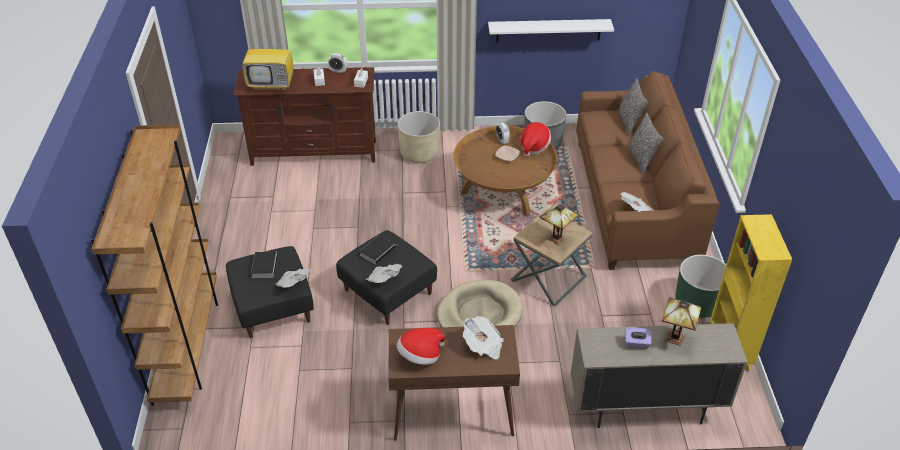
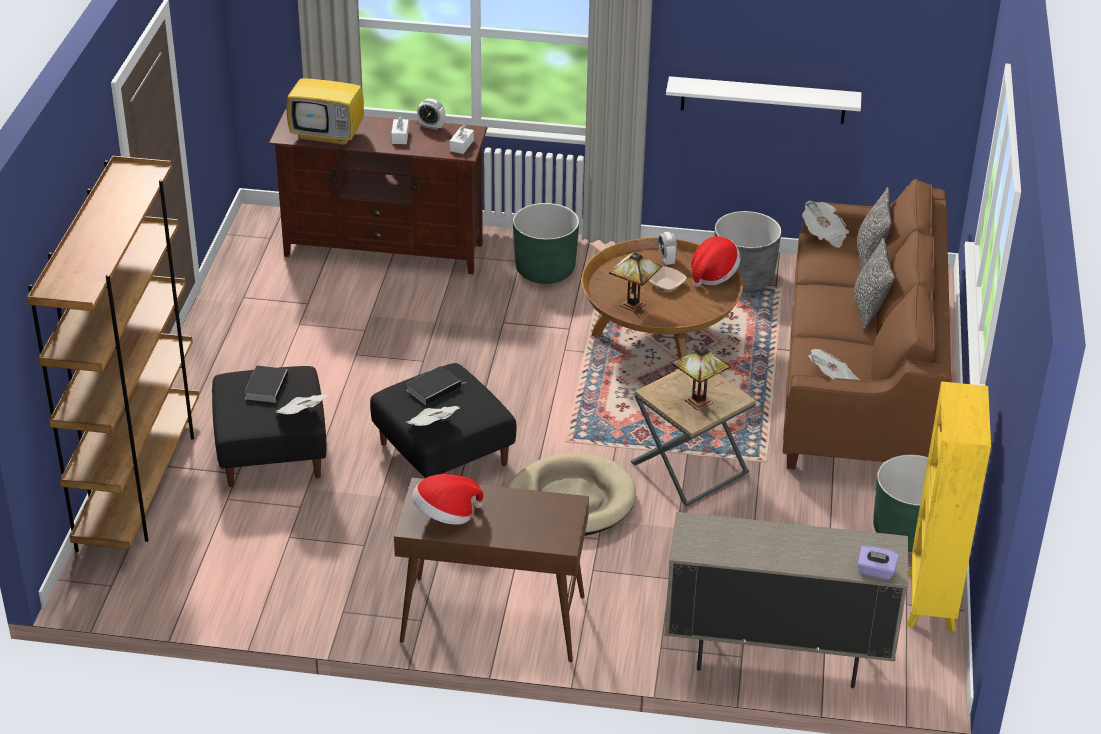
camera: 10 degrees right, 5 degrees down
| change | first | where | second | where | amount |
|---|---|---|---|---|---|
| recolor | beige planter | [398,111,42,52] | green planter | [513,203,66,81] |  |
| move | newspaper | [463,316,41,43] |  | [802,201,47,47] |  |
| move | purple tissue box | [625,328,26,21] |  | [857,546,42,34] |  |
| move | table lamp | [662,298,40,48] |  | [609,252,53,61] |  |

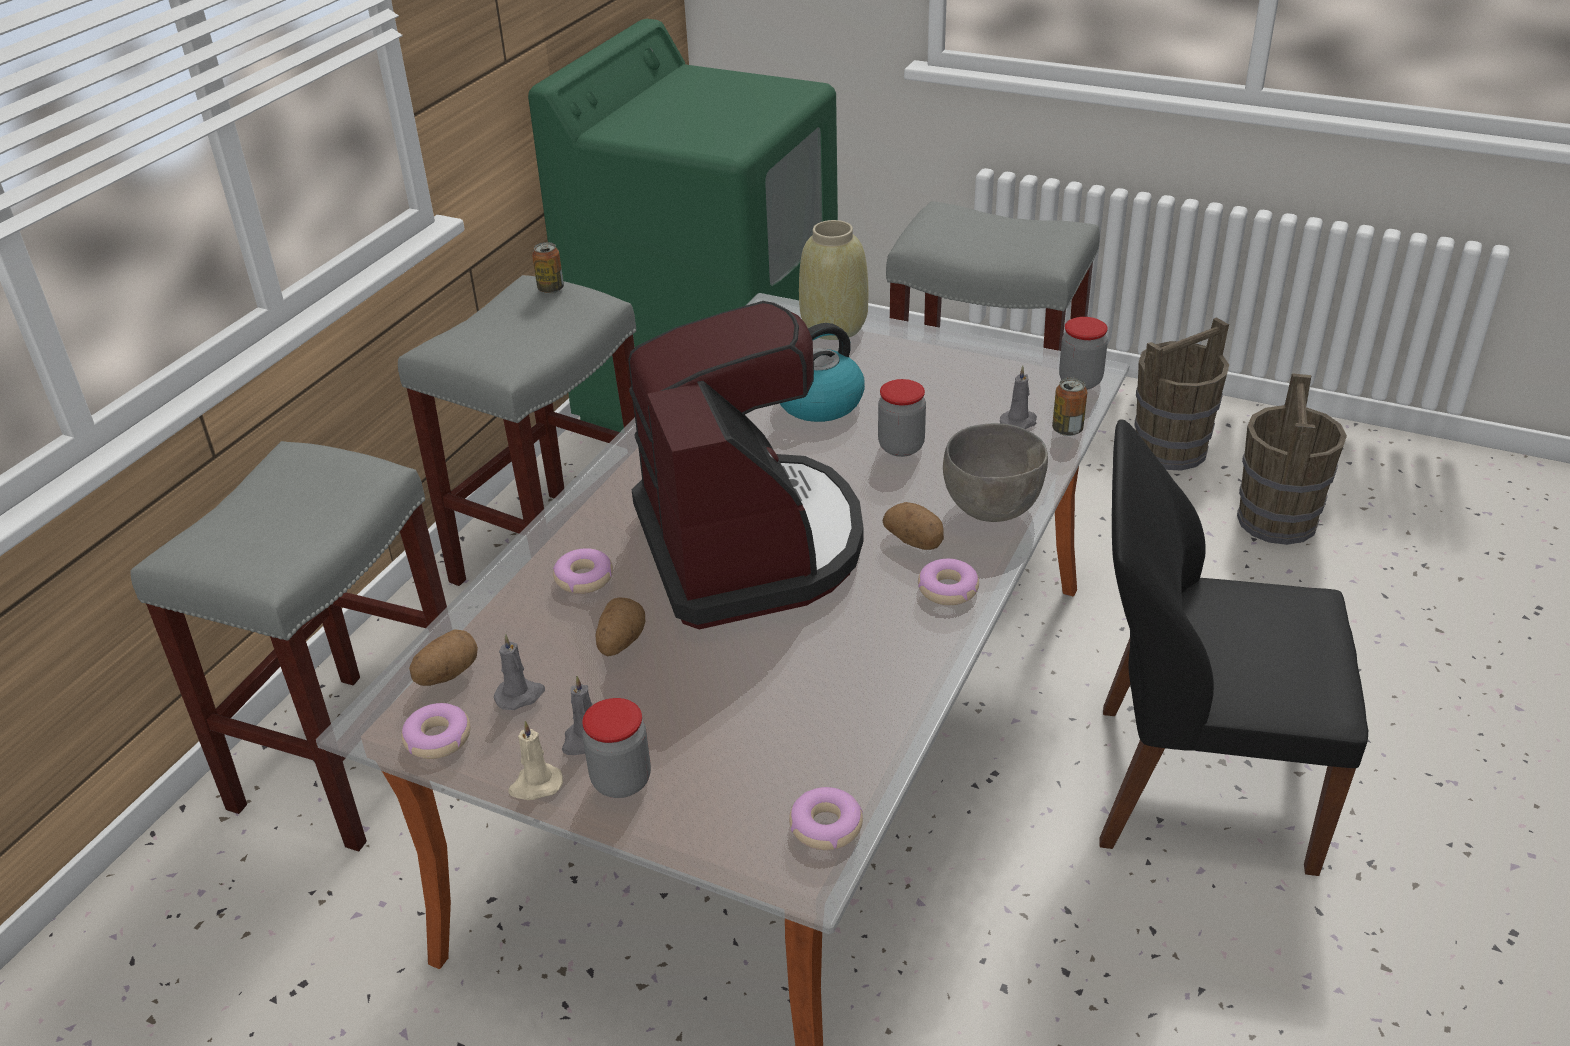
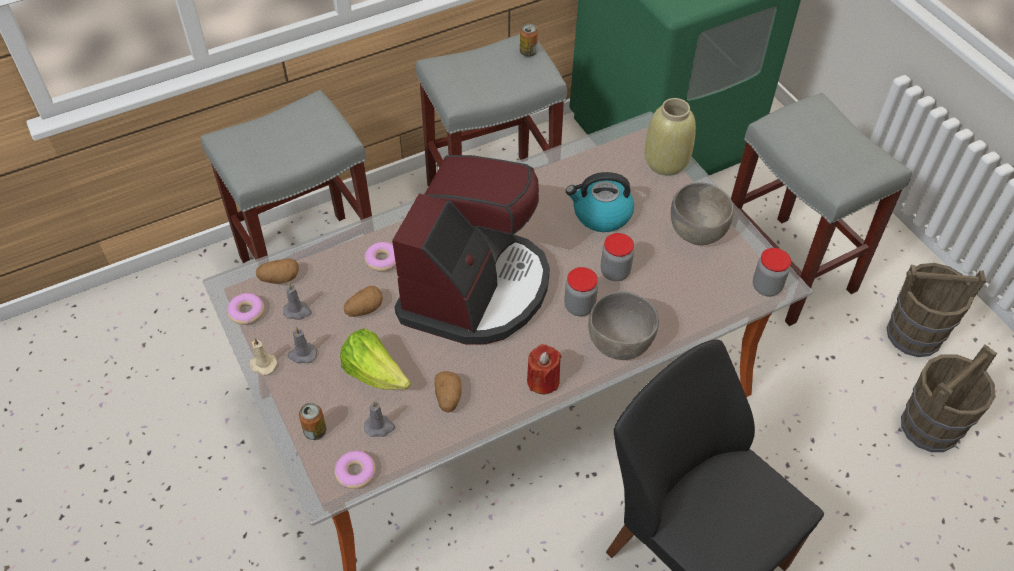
camera: 35 degrees right, 15 degrees up
| change | first | where | second | where | amount |
|---|---|---|---|---|---|
| move | jar | [582,698,69,100] |  | [564,267,34,49] |  |
| move | potato | [883,502,61,48] |  | [434,371,28,42] |  |
| replace | donut | [918,559,61,46] | red candle | [527,344,34,50] |  |
| move | grey candle | [1000,366,37,63] |  | [364,401,31,36] |  |
| move | can | [1052,378,35,58] |  | [299,403,27,37] |  |
| insert |  |  | lettuce | [340,328,71,62] |  |
| insert |  |  | grey bowl | [671,183,63,62] |  |

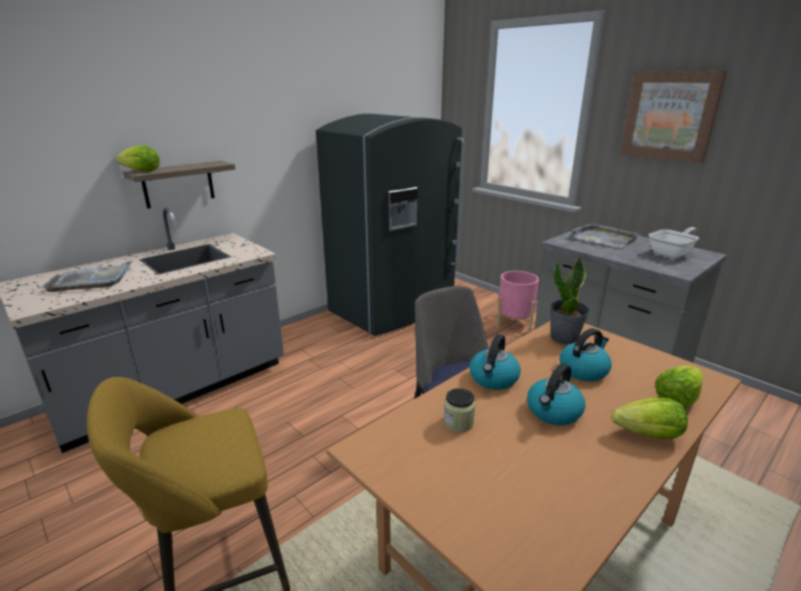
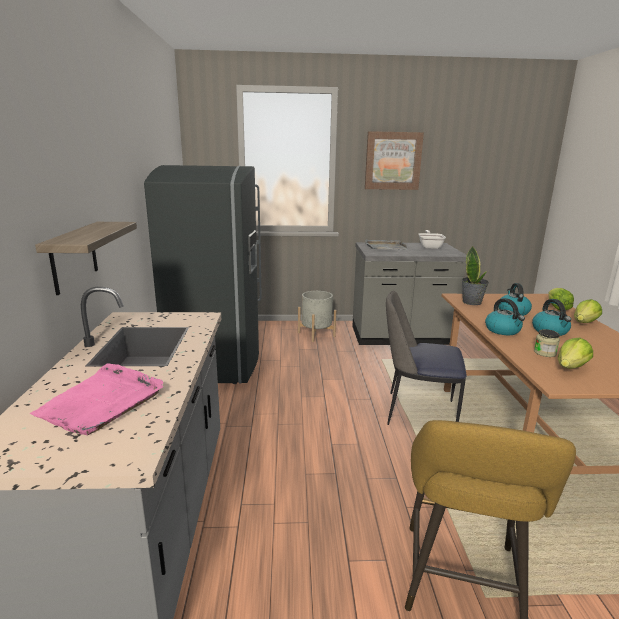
camera: 50 degrees left, 5 degrees down
| change | first | where | second | where | amount |
|---|---|---|---|---|---|
| recolor | grey tray | [42,261,90,31] | pink tray | [30,363,133,72] |  |
| move | lettuce | [116,146,44,26] |  | [558,338,35,31] |  |
| recolor | pink planter | [496,271,43,62] | grey planter | [298,291,38,51] |  |

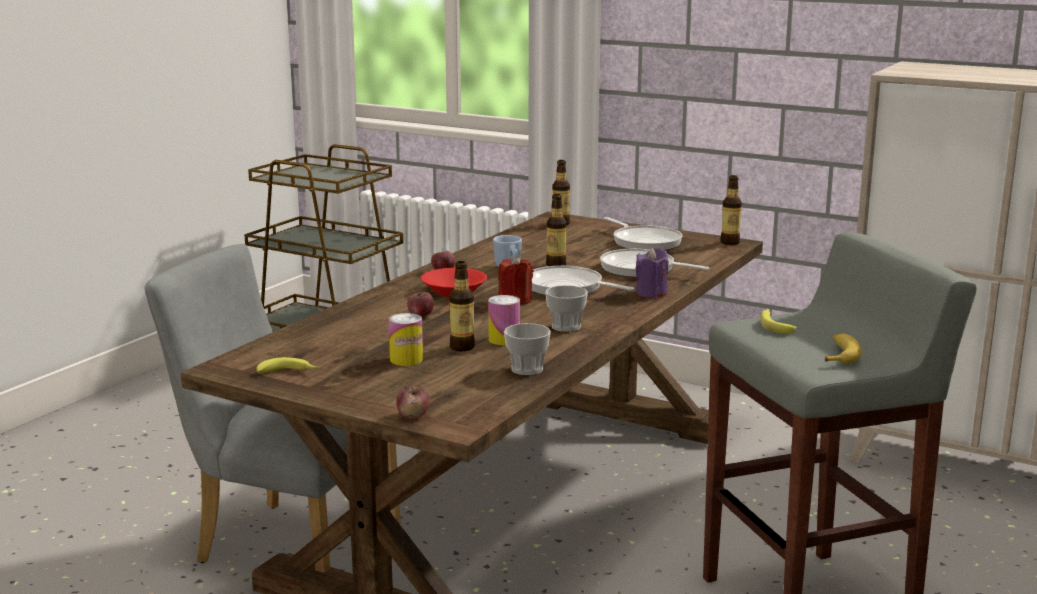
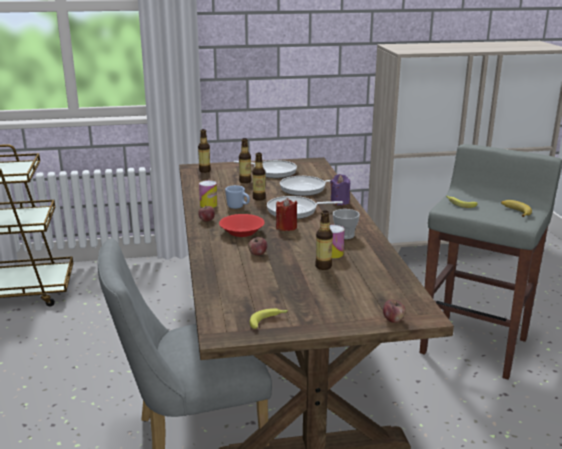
camera: 40 degrees left, 5 degrees up
| change | first | where | second | where | amount |
|---|---|---|---|---|---|
| move | can | [389,313,34,53] |  | [199,180,18,28] |  |
| delete | cup | [504,323,47,53] |  |  |  |
| move | bottle | [720,175,22,70] |  | [239,138,13,45] |  |

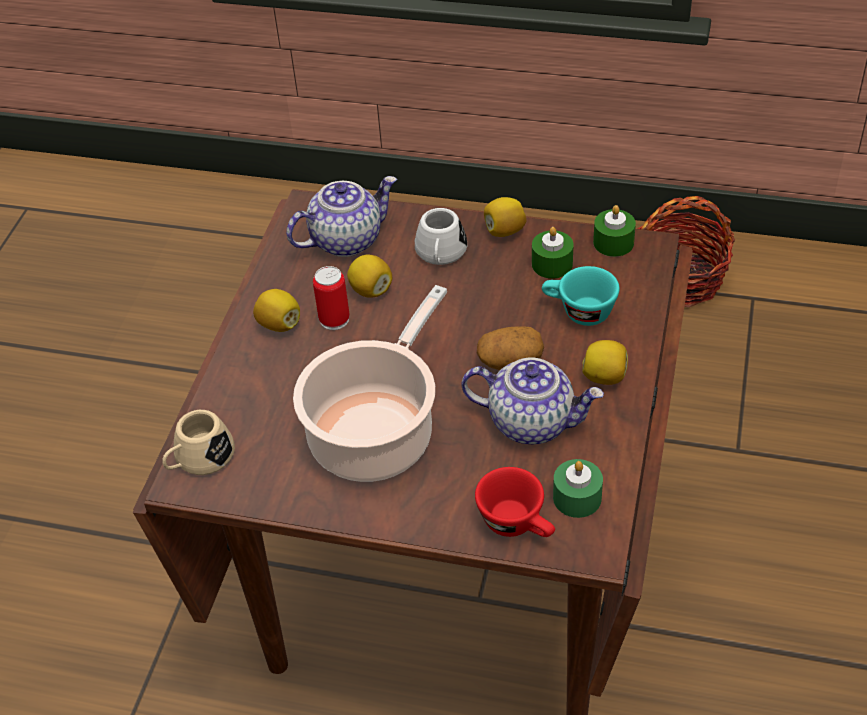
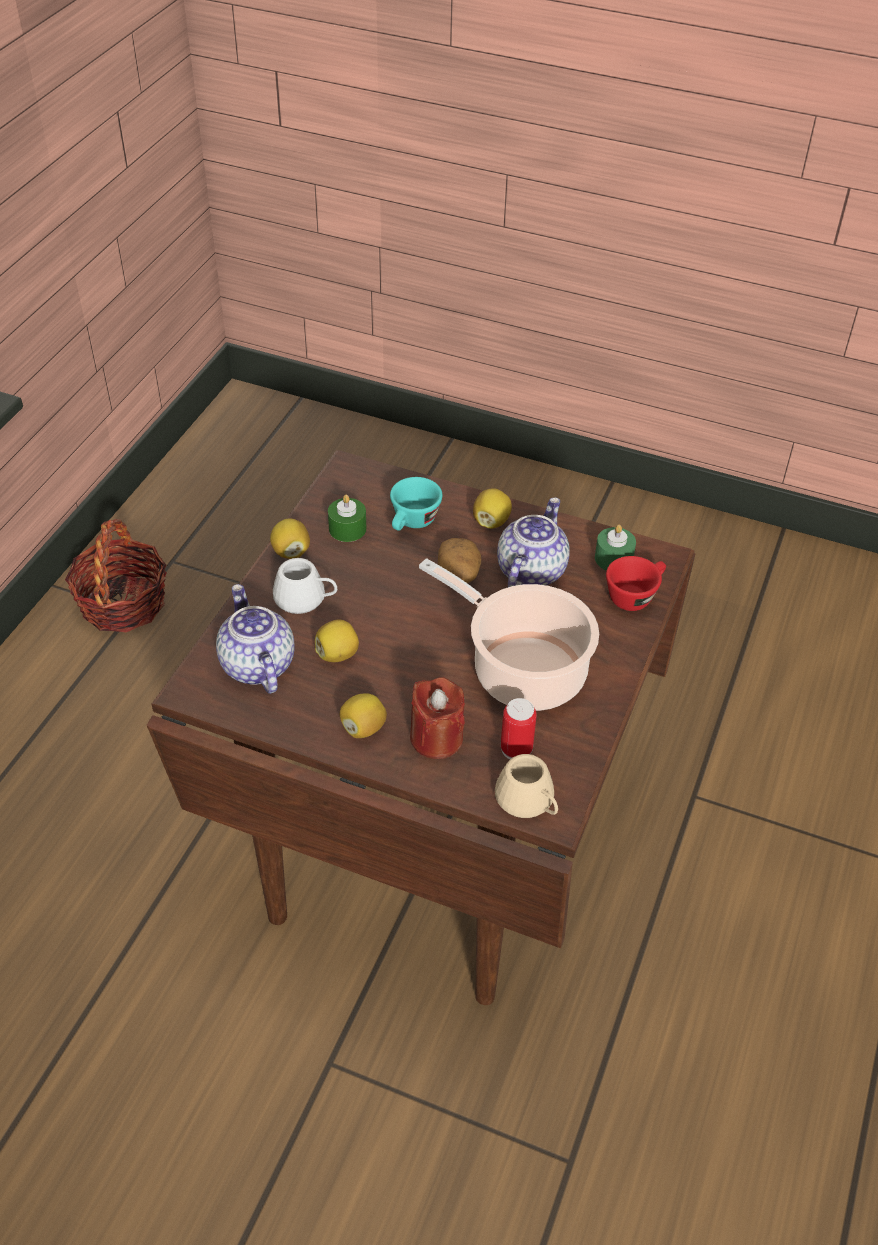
camera: 85 degrees left, 0 degrees up
| change | first | where | second | where | amount |
|---|---|---|---|---|---|
| move | can | [313,266,37,64] |  | [501,698,36,61] |  |
| delete | green candle | [593,205,43,52] |  |  |  |
| insert |  |  | red candle | [410,677,55,82] |  |

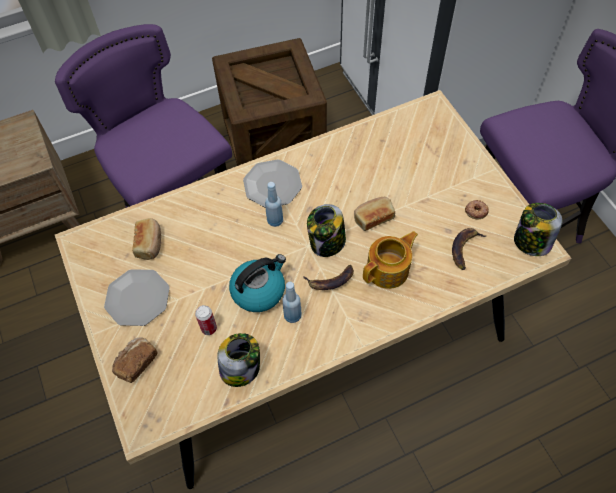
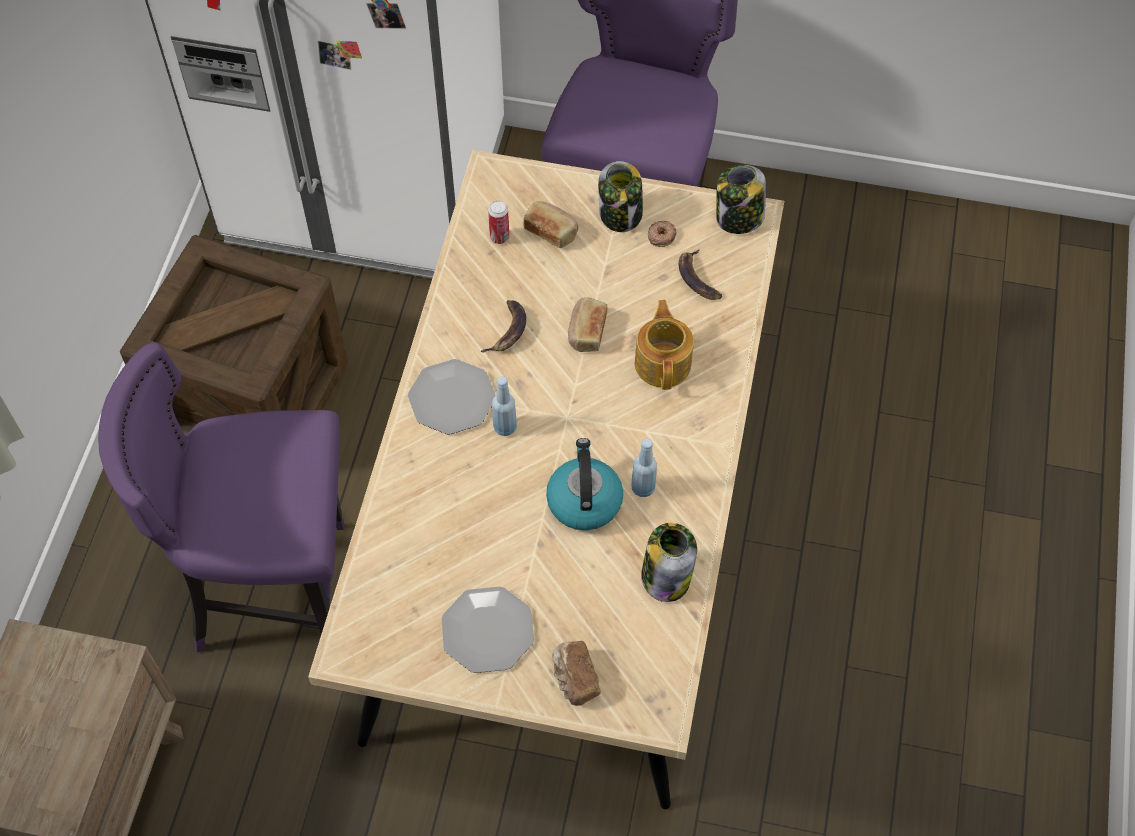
camera: 55 degrees left, 0 degrees up
| change | first | where | second | where | amount |
|---|---|---|---|---|---|
| move | bread | [132,218,29,42] |  | [523,201,55,47] |  |
| move | can | [195,305,22,30] |  | [488,200,21,44] |  |
| move | banana | [303,265,51,25] |  | [480,300,46,53] |  |
| move | jar | [307,204,39,53] |  | [598,161,45,71] |  |

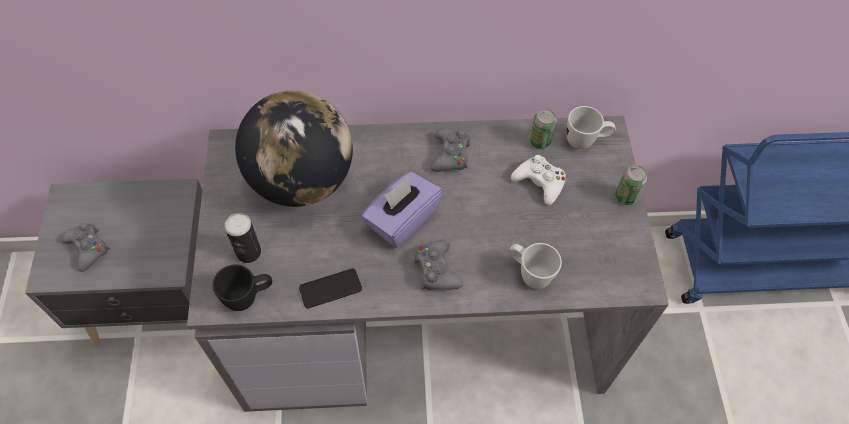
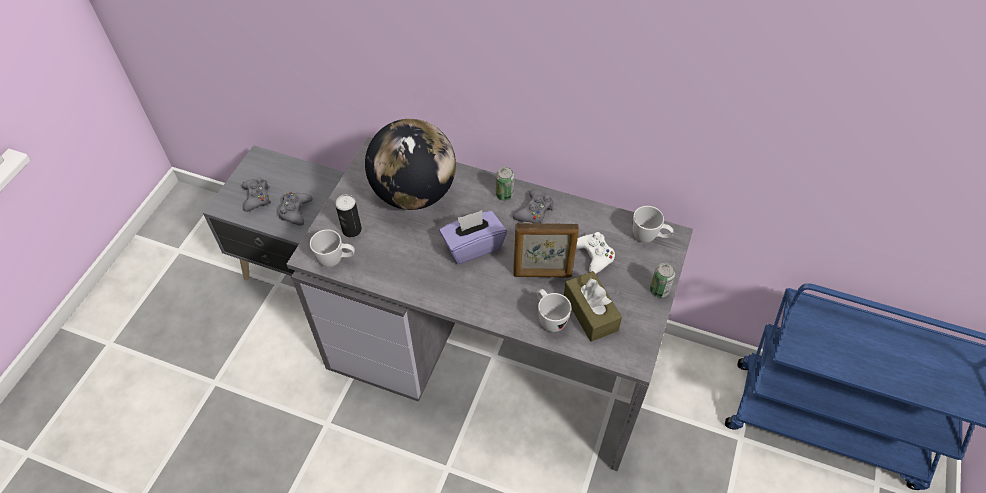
camera: 25 degrees right, 5 degrees down
| change | first | where | second | where | amount |
|---|---|---|---|---|---|
| recolor | black mug | [212,264,60,47] | white mug | [310,229,45,38] |  |
| delete | phone | [299,269,63,39] |  |  |  |
| move | grey game controller | [413,240,50,50] |  | [278,192,34,34] |  |
| move | can | [529,109,28,40] |  | [496,167,18,34] |  |
| insert |  |  | picture frame | [513,223,66,54] |  |
| insert |  |  | brown tissue box | [564,271,58,71] |  |

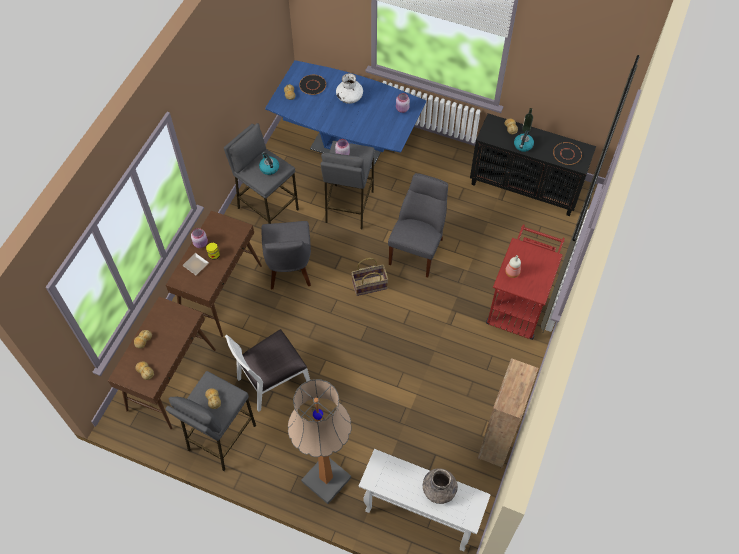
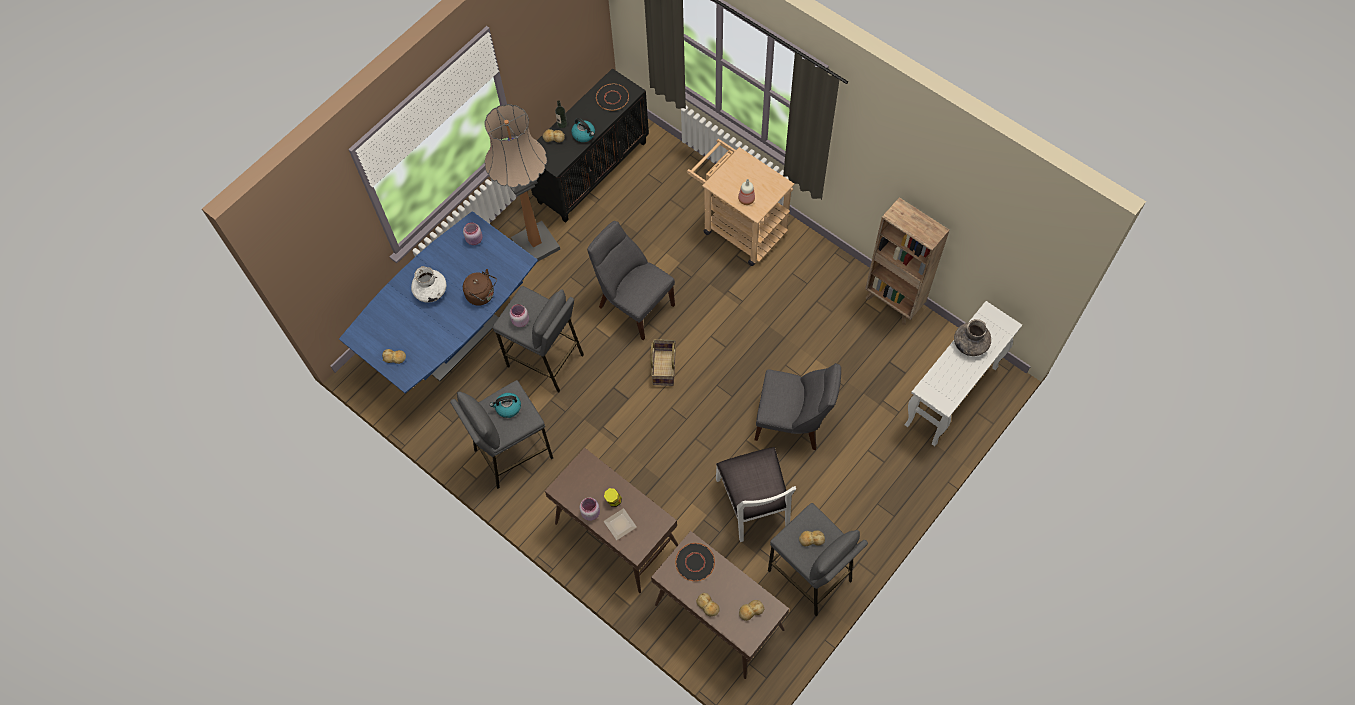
camera: 70 degrees left, 5 degrees up
| change | first | where | second | where | amount |
|---|---|---|---|---|---|
| move | grey chair | [261,221,50,68] |  | [754,363,87,87] |  |
| move | floor lamp | [288,379,64,125] |  | [485,104,75,157] |  |
| move | black plate | [299,75,27,20] |  | [675,543,40,38] |  |
| recolor | red cart | [486,224,79,116] | beige cart | [687,139,108,127] |  |
| insert |  |  | brown kettle | [463,269,34,37] |  |

